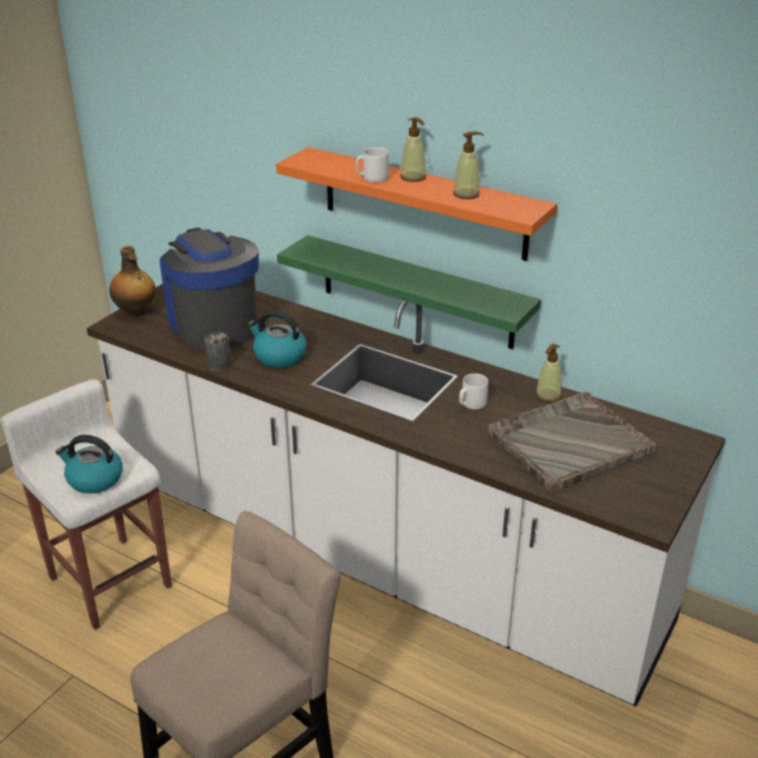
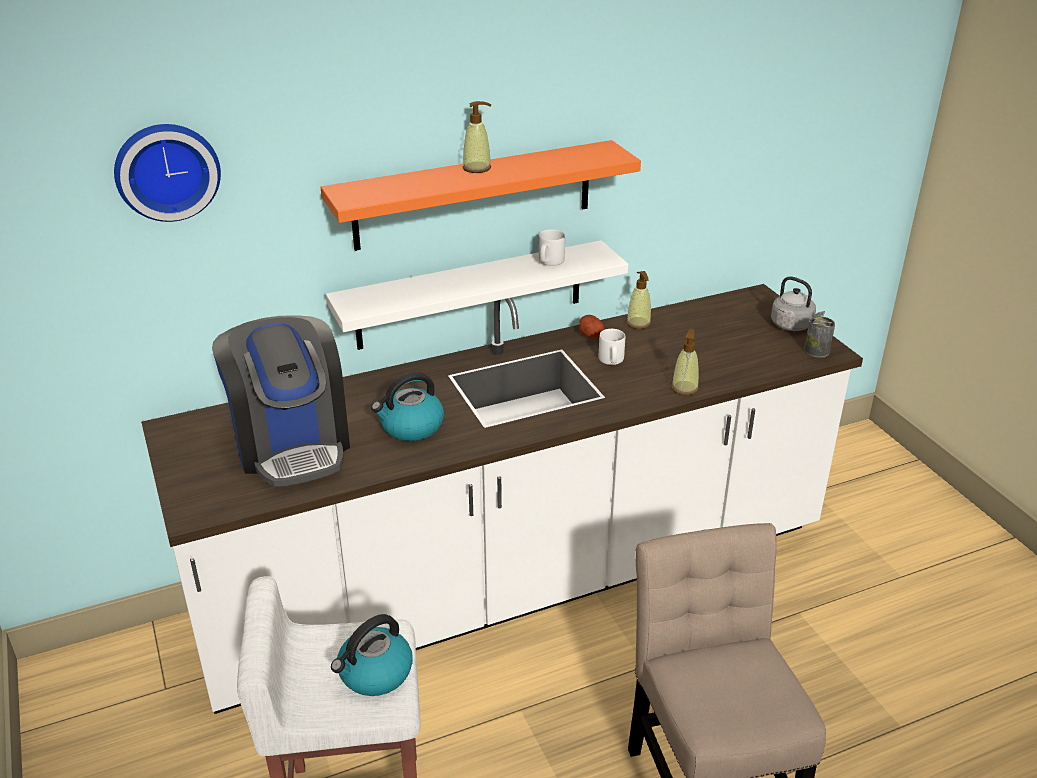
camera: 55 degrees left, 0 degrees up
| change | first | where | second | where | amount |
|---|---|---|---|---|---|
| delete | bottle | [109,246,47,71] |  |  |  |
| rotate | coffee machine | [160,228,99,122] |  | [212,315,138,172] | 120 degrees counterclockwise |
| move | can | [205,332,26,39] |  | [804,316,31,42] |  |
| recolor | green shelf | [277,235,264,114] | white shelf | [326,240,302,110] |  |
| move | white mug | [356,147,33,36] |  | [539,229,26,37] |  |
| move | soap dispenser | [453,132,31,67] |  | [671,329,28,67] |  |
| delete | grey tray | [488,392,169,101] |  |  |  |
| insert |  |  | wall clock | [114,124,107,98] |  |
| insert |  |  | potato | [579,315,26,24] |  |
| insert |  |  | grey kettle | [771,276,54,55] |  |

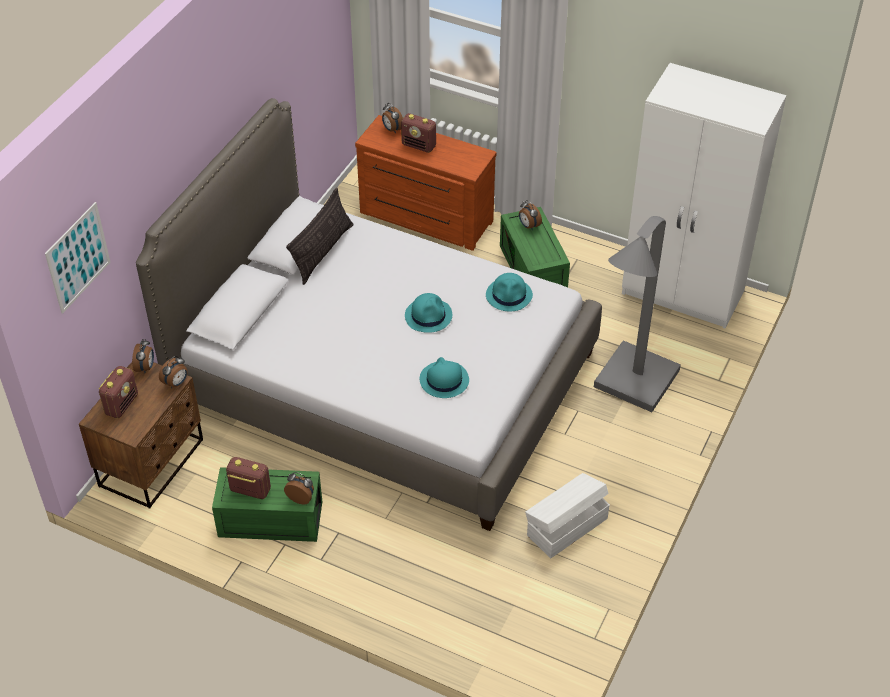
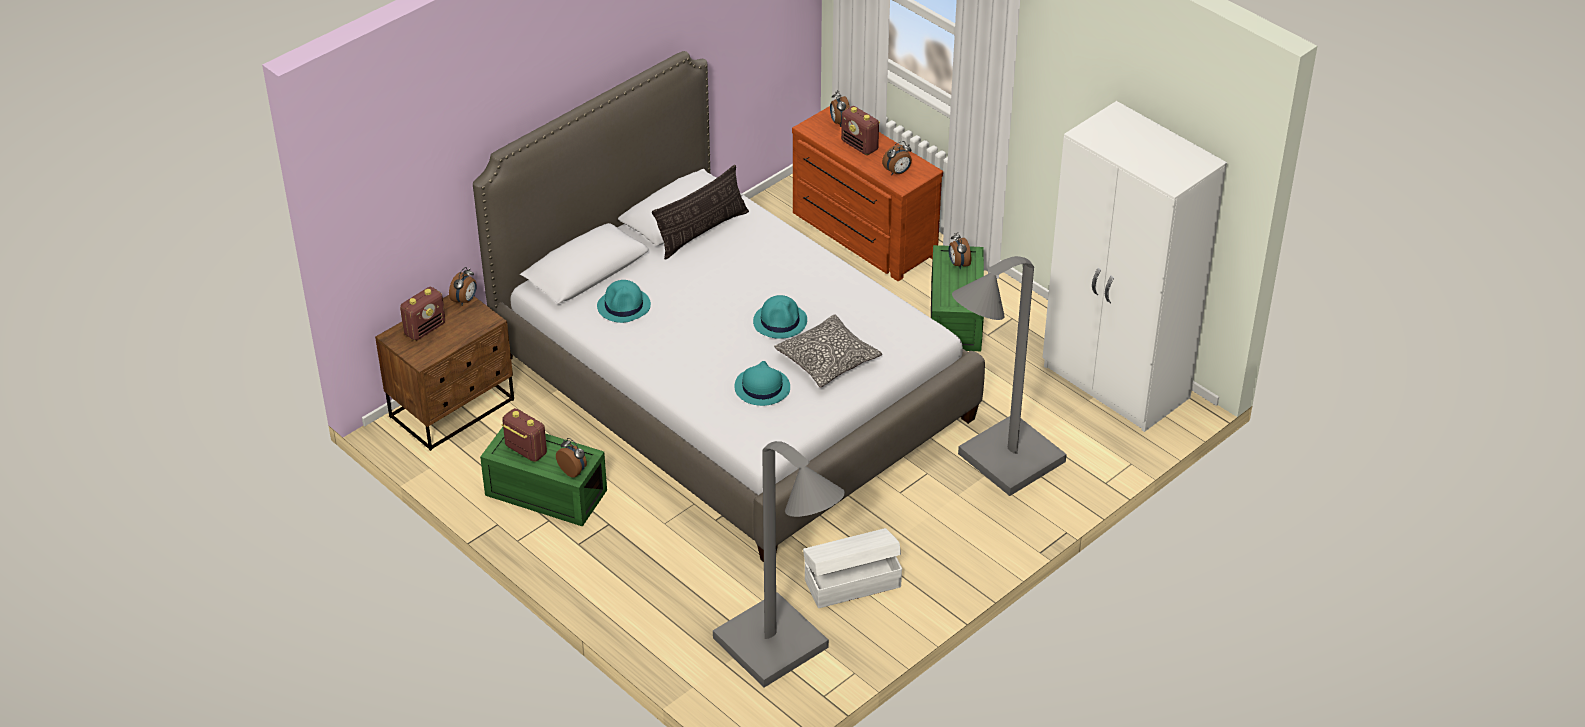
camera: 20 degrees right, 5 degrees down
| change | first | where | second | where | amount |
|---|---|---|---|---|---|
| delete | picture | [45,202,65,112] |  |  |  |
| move | alarm clock | [159,356,29,32] |  | [882,141,30,34] |  |
| move | turquoise hat | [486,273,47,38] |  | [597,280,54,43] |  |
| insert |  |  | grey floor lamp | [713,441,132,247] |  |
| insert |  |  | pillow | [774,314,108,74] |  |

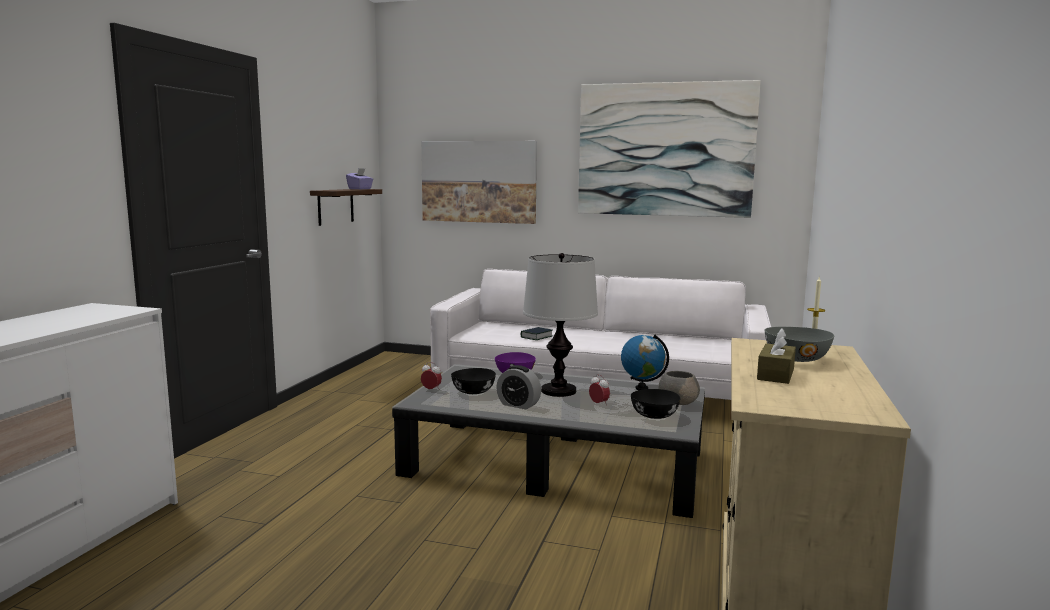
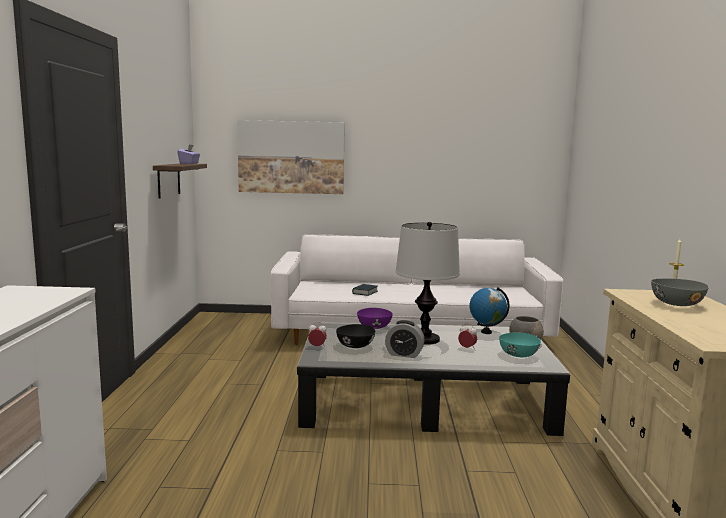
camera: 15 degrees left, 0 degrees up
| change | first | where | second | where | amount |
|---|---|---|---|---|---|
| delete | picture | [578,80,183,138] |  |  |  |
| recolor | black bowl | [631,389,49,30] | turquoise bowl | [499,332,42,25] |  |
| delete | brown tissue box | [757,328,39,56] |  |  |  |

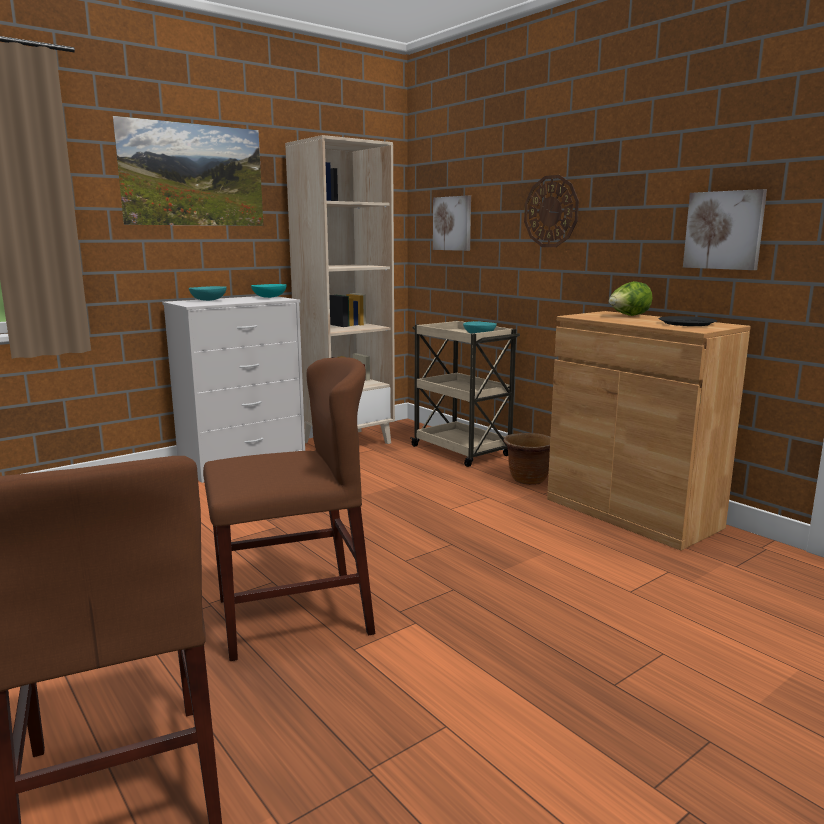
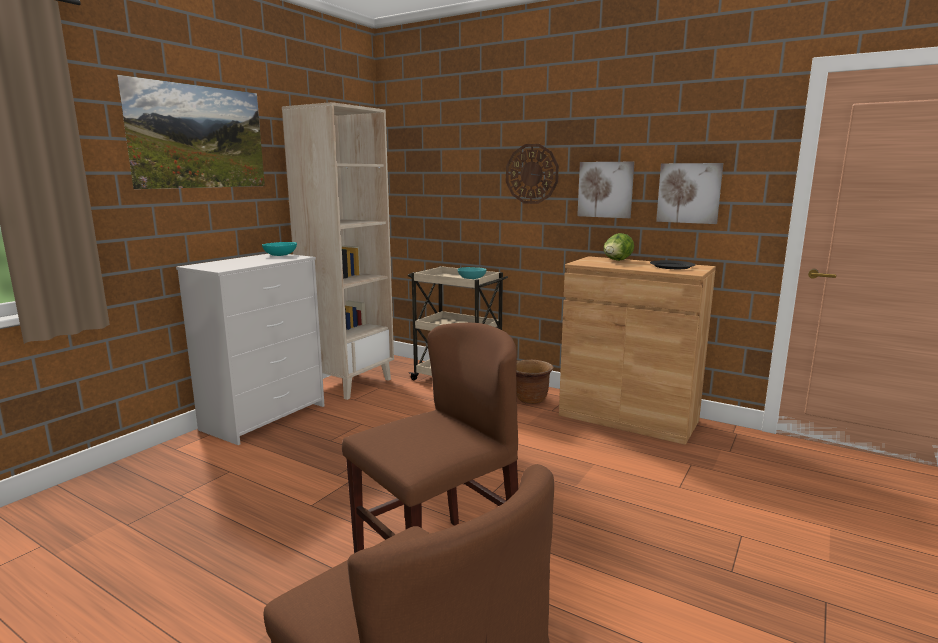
camera: 20 degrees left, 0 degrees up
| change | first | where | second | where | amount |
|---|---|---|---|---|---|
| delete | turquoise bowl | [189,286,38,15] |  |  |  |
| move | picture | [433,195,38,56] |  | [577,162,58,56] |  |

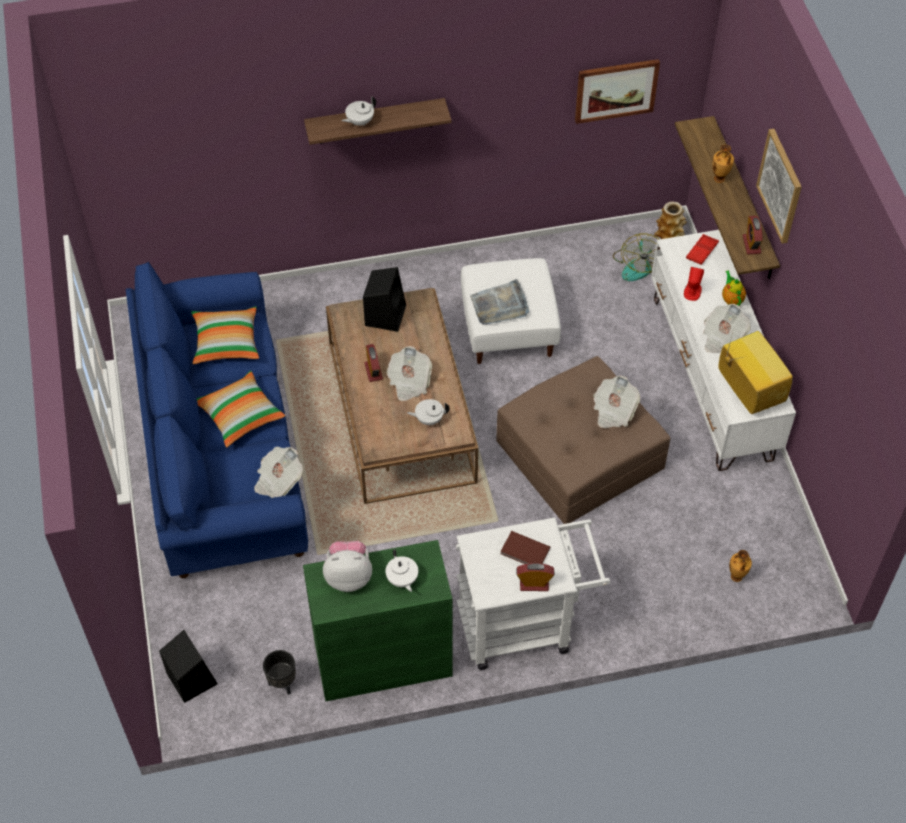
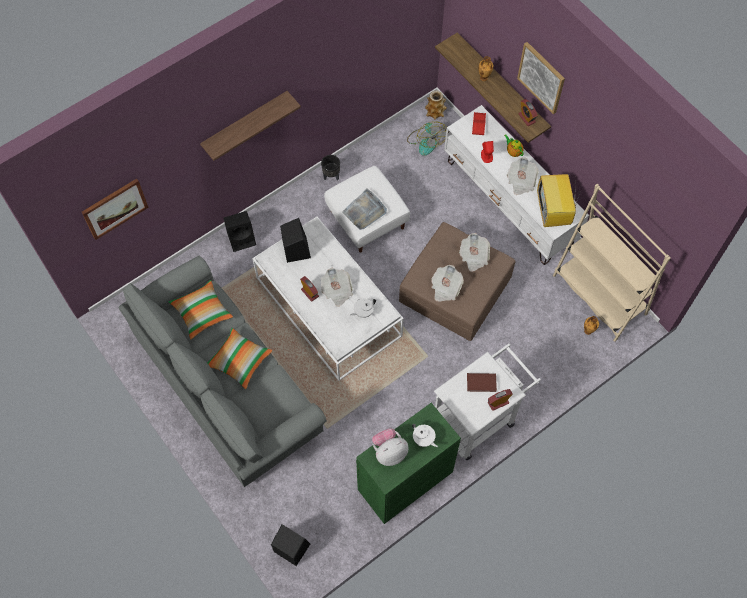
camera: 25 degrees left, 10 degrees up
| change | first | where | second | where | amount |
|---|---|---|---|---|---|
| recolor | blue sofa | [126,262,182,316] | grey sofa | [119,256,208,231] |  |
| move | newspaper | [254,446,49,52] |  | [431,265,33,37] |  |
| move | black planter | [263,650,33,45] |  | [321,155,19,25] |  |
| recolor | brown coffee table | [326,288,152,216] | white coffee table | [252,217,152,164] |  |
| delete | white teapot | [341,96,35,30] |  |  |  |
| move | picture | [575,59,85,65] |  | [82,179,67,61] |  |
| rotate | television | [718,331,75,83] |  | [537,174,43,53] | 135 degrees counterclockwise |
| insert |  |  | black speaker | [223,211,33,41] |  |
| insert |  |  | beige bookcase | [553,184,118,158] |  |

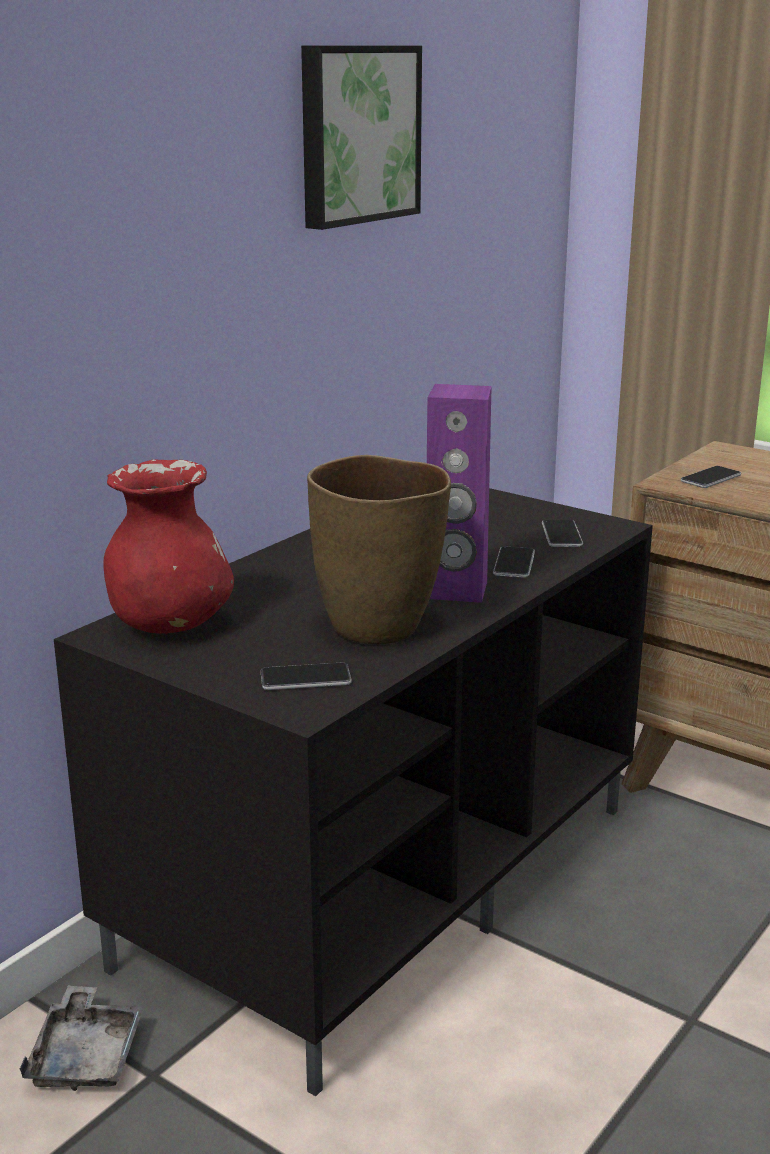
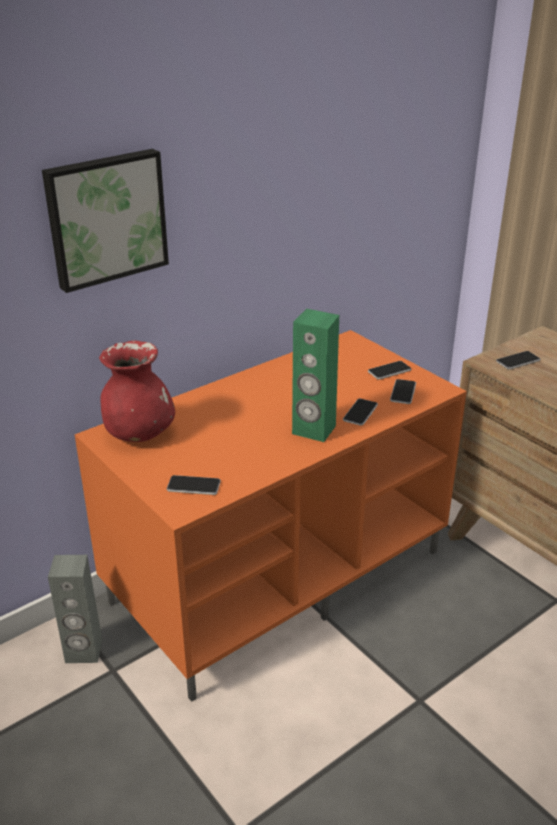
camera: 15 degrees right, 10 degrees up
| change | first | where | second | where | amount |
|---|---|---|---|---|---|
| replace | grey tray | [20,986,124,105] | grey speaker | [48,555,54,108] |  |
| recolor | black tv stand | [54,488,599,608] | orange tv stand | [74,330,393,372] |  |
| move | picture | [301,46,121,184] |  | [42,149,127,144] |  |
| delete | brown vase | [307,455,144,190] |  |  |  |
| recolor | purple speaker | [427,384,65,219] | green speaker | [292,309,47,133] |  |
| insert |  |  | phone | [368,361,43,19] |  |

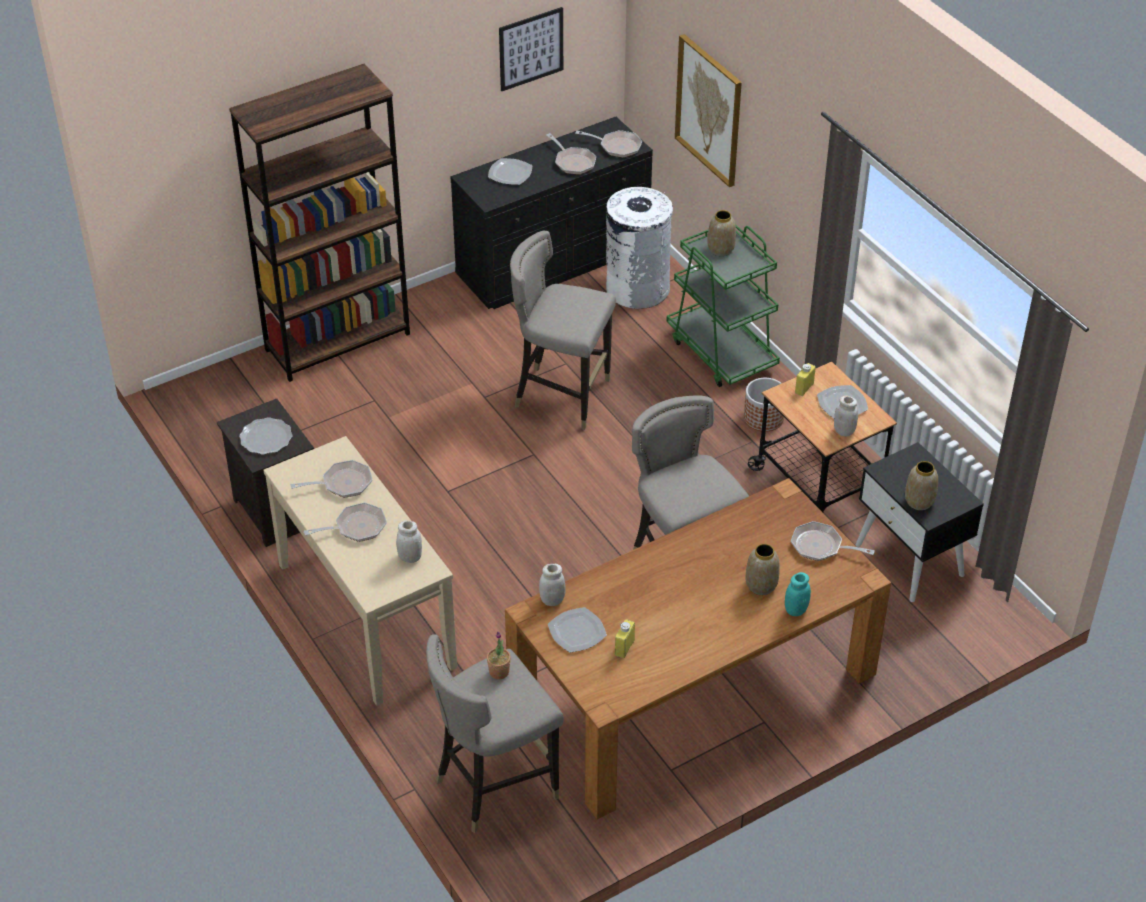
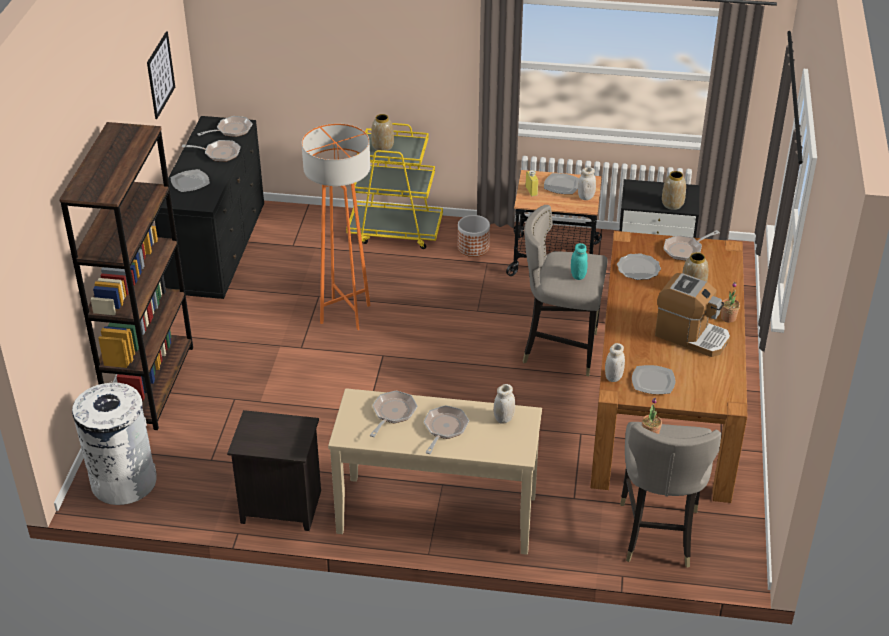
camera: 50 degrees left, 5 degrees down
| change | first | where | second | where | amount |
|---|---|---|---|---|---|
| move | plate | [239,417,54,38] |  | [617,253,44,27] |  |
| replace | grey stool | [510,231,106,199] | orange floor lamp | [302,123,69,207] |  |
| move | white trash can | [606,187,67,122] |  | [72,383,85,122] |  |
| delete | yellow bottle | [615,619,20,39] |  |  |  |
| recolor | green cart | [666,224,114,163] | yellow cart | [346,123,97,126] |  |
| delete | picture | [675,34,67,153] |  |  |  |
| move | turquoise jar | [785,572,26,44] |  | [571,243,17,37] |  |
| insert |  |  | coffee machine | [655,273,75,84] |  |
| insert |  |  | potted plant | [721,282,19,41] |  |

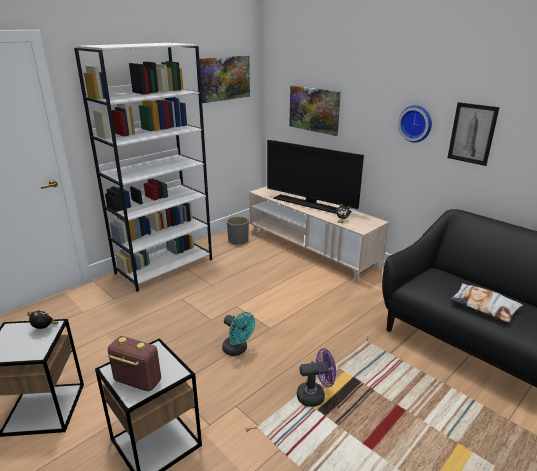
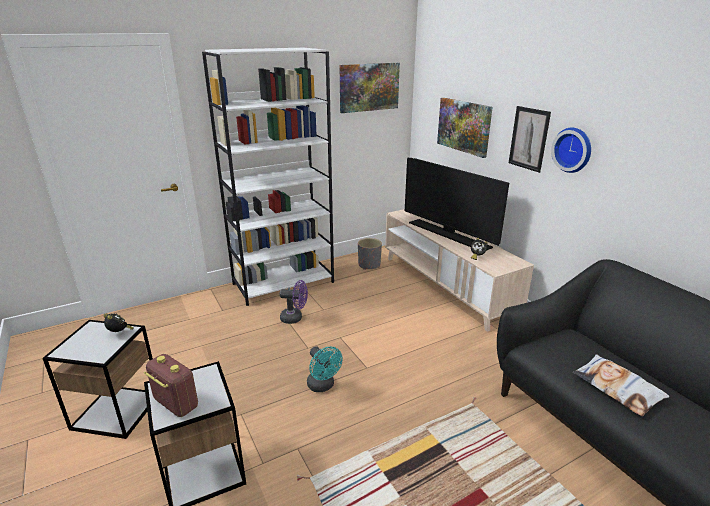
camera: 15 degrees right, 0 degrees up
| change | first | where | second | where | amount |
|---|---|---|---|---|---|
| move | purple fan | [297,348,39,59] |  | [280,280,28,44] |  |
| move | picture | [448,102,52,64] |  | [509,106,42,67] |  |

